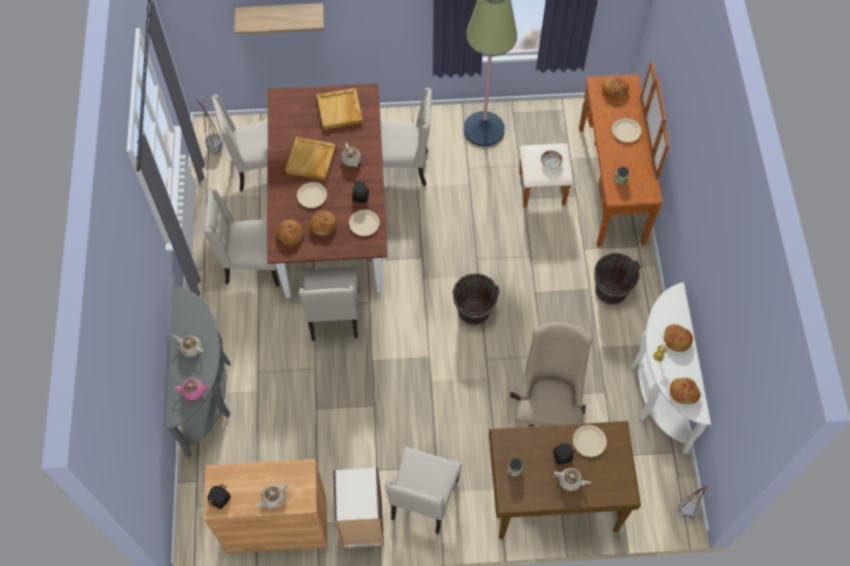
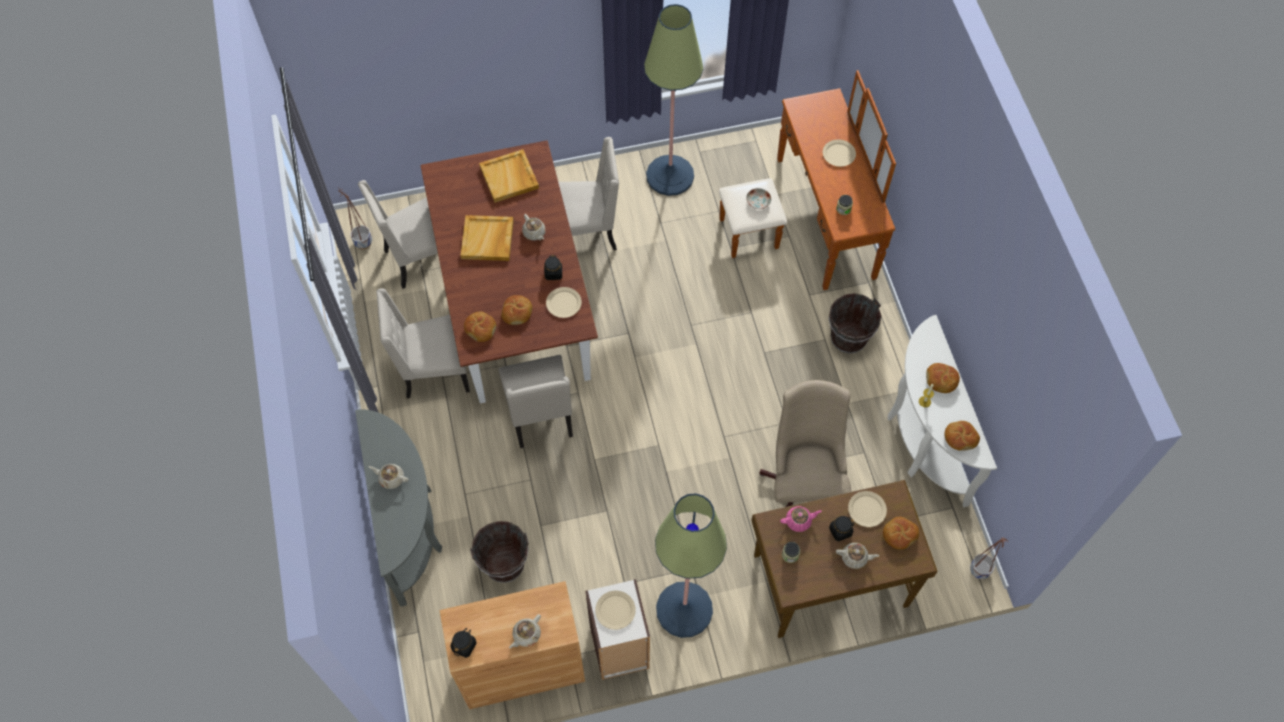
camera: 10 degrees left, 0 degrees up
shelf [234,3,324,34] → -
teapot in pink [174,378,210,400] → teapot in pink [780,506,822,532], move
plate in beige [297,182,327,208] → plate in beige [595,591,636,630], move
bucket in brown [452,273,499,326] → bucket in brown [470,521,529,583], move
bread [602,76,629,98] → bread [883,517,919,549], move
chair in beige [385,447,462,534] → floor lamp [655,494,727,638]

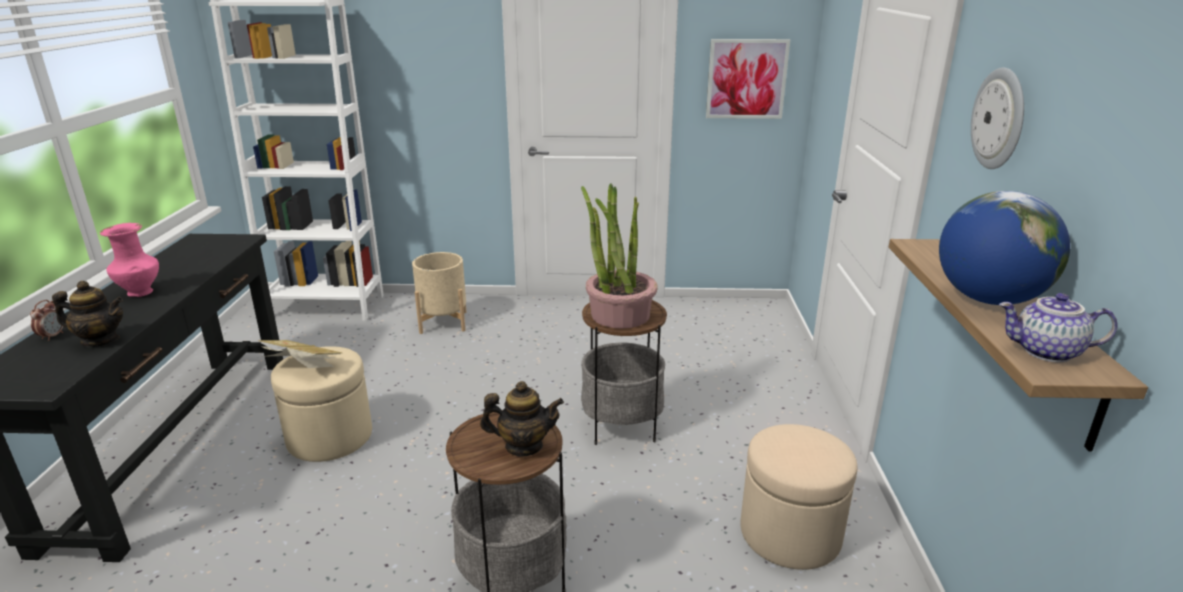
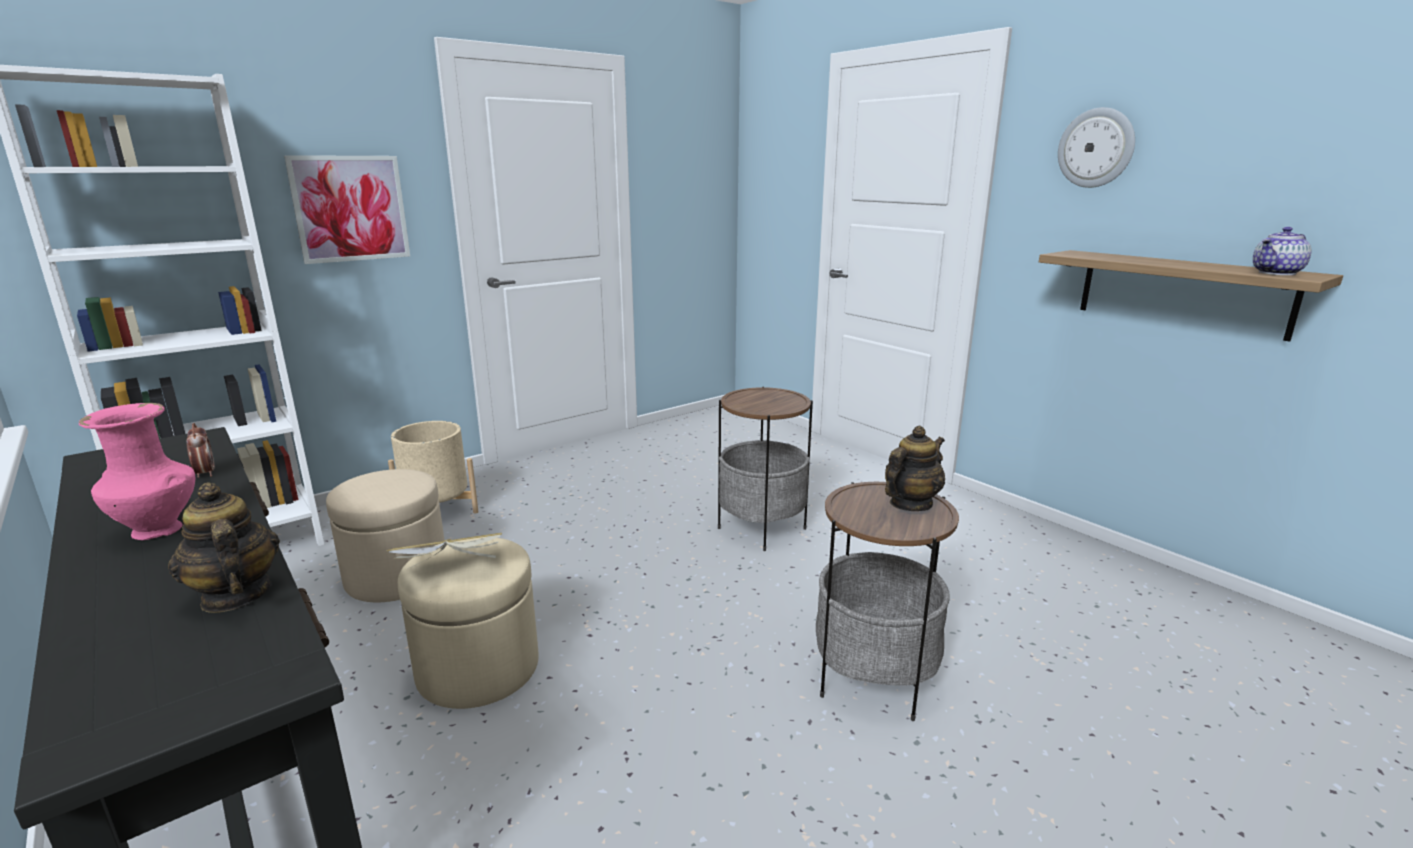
camera: 40 degrees left, 5 degrees down
potted plant [581,184,658,329] → -
globe [939,191,1070,305] → -
alarm clock [30,300,63,341] → alarm clock [186,423,215,478], move
picture [706,39,790,119] → picture [284,155,410,264], move
ottoman in beige [740,424,857,570] → ottoman in beige [326,469,444,602], move
teapot [52,281,123,347] → teapot [168,482,280,613], 90 degrees counterclockwise

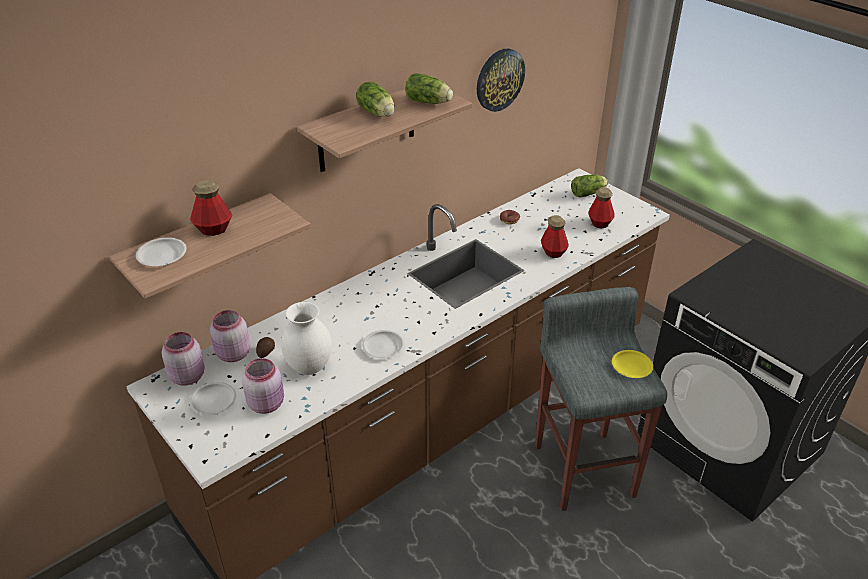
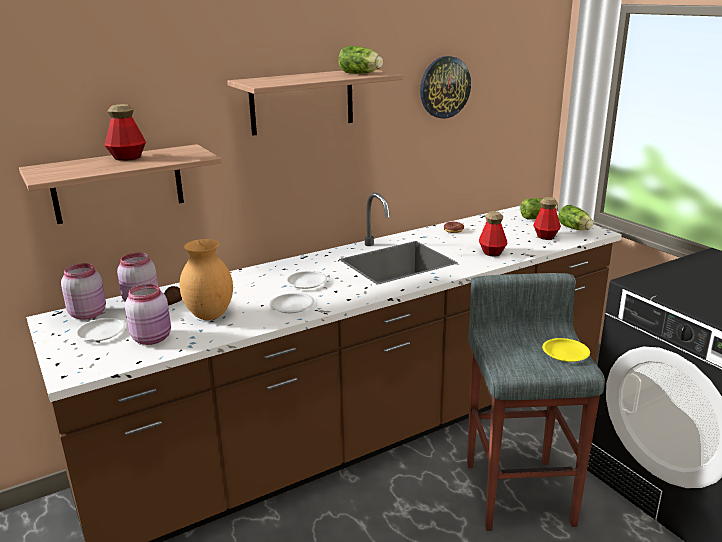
camera: 10 degrees right, 15 degrees down
plate in white [136,238,187,266] → plate in white [286,271,327,289], move
lettuce [356,81,395,117] → lettuce [558,205,593,230], move
vase in white [281,302,332,375] → vase in brown [179,239,233,320]

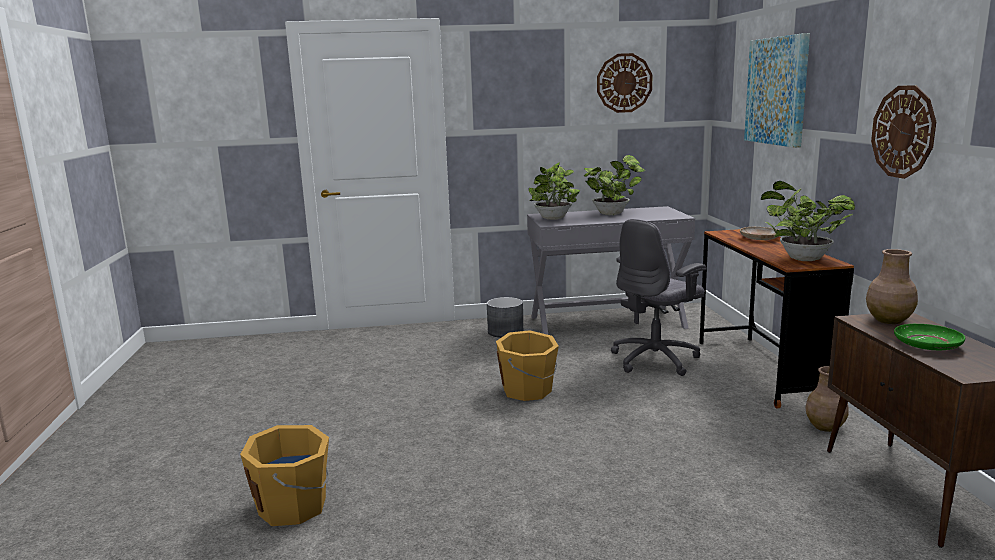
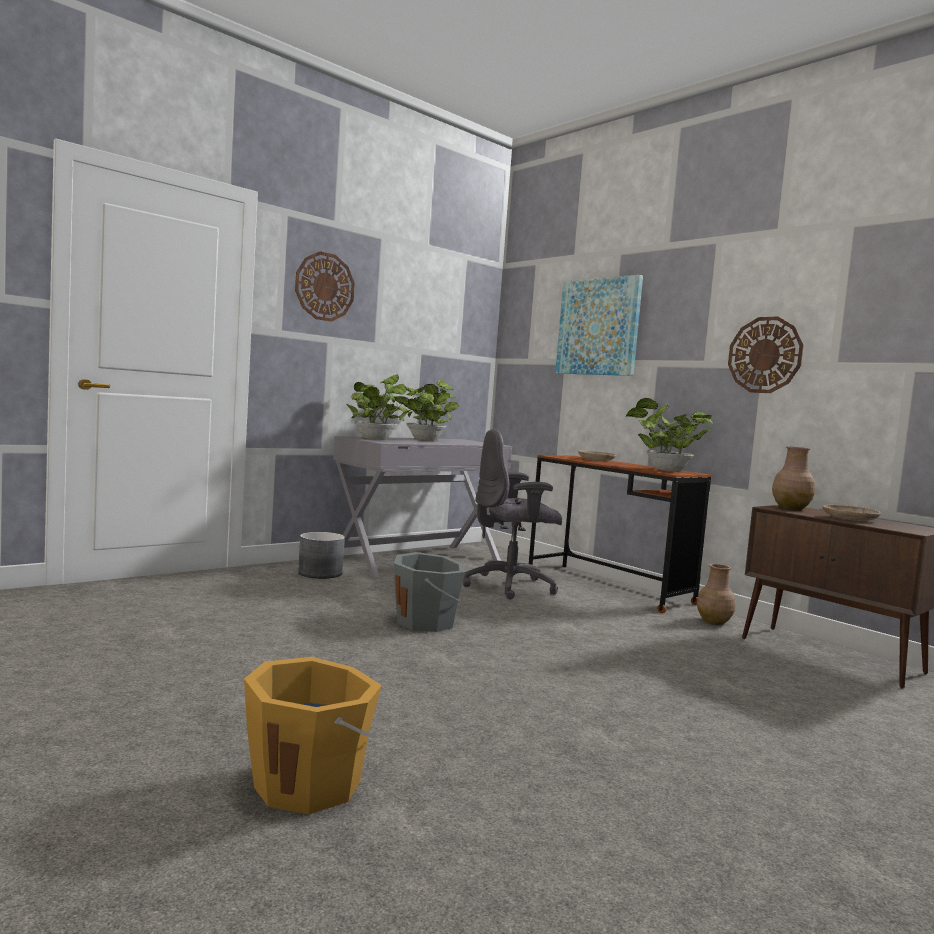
camera: 35 degrees left, 10 degrees down
wall clock [597,53,653,113] → wall clock [295,251,355,322], move
bucket in orange [496,330,559,401] → bucket in grey [394,552,466,632]
plate in green [894,324,965,350] → plate in beige [823,505,881,521]
office chair in grey [611,219,706,376] → office chair in grey [463,429,562,599], 60 degrees clockwise

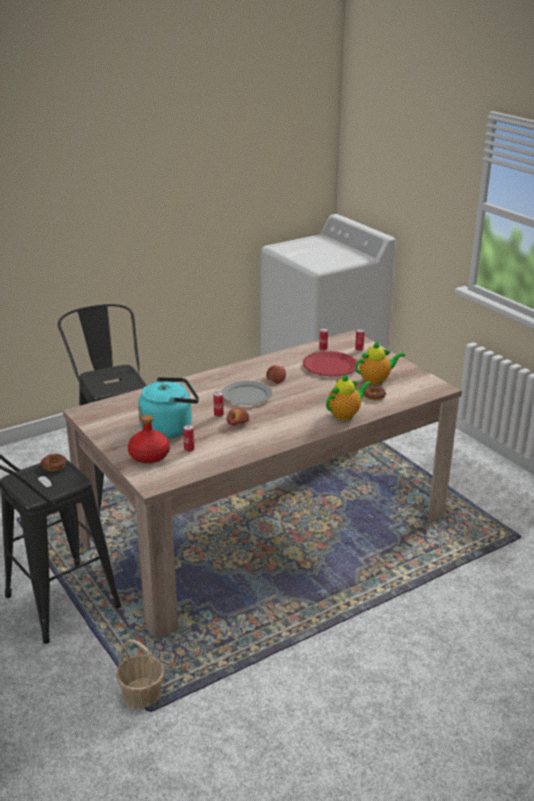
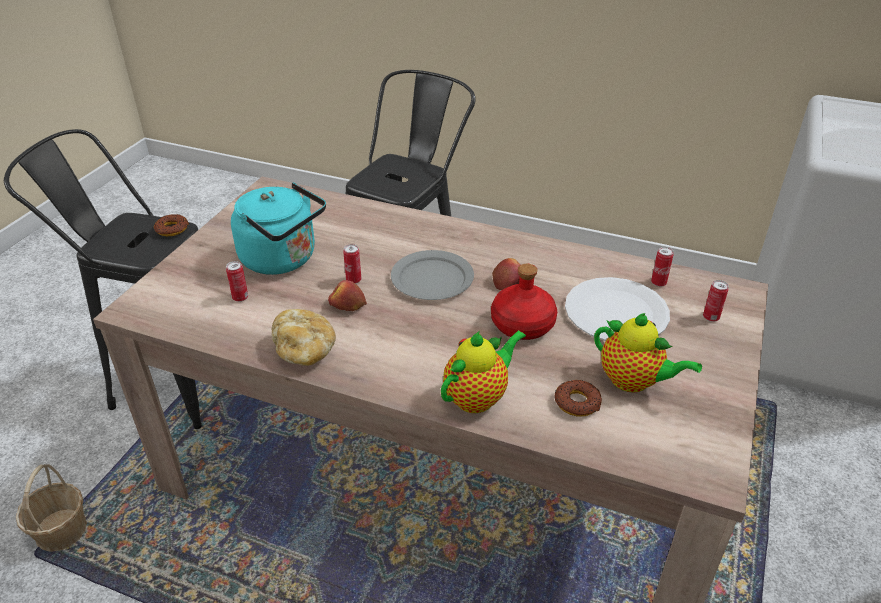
camera: 55 degrees right, 10 degrees up
- → bread [272,309,336,366]
bottle in red [128,415,170,463] → bottle in red [491,264,557,340], move
plate in red [303,351,357,376] → plate in white [565,277,670,341]
teapot [326,373,372,420] → teapot [441,330,526,413], 60 degrees counterclockwise

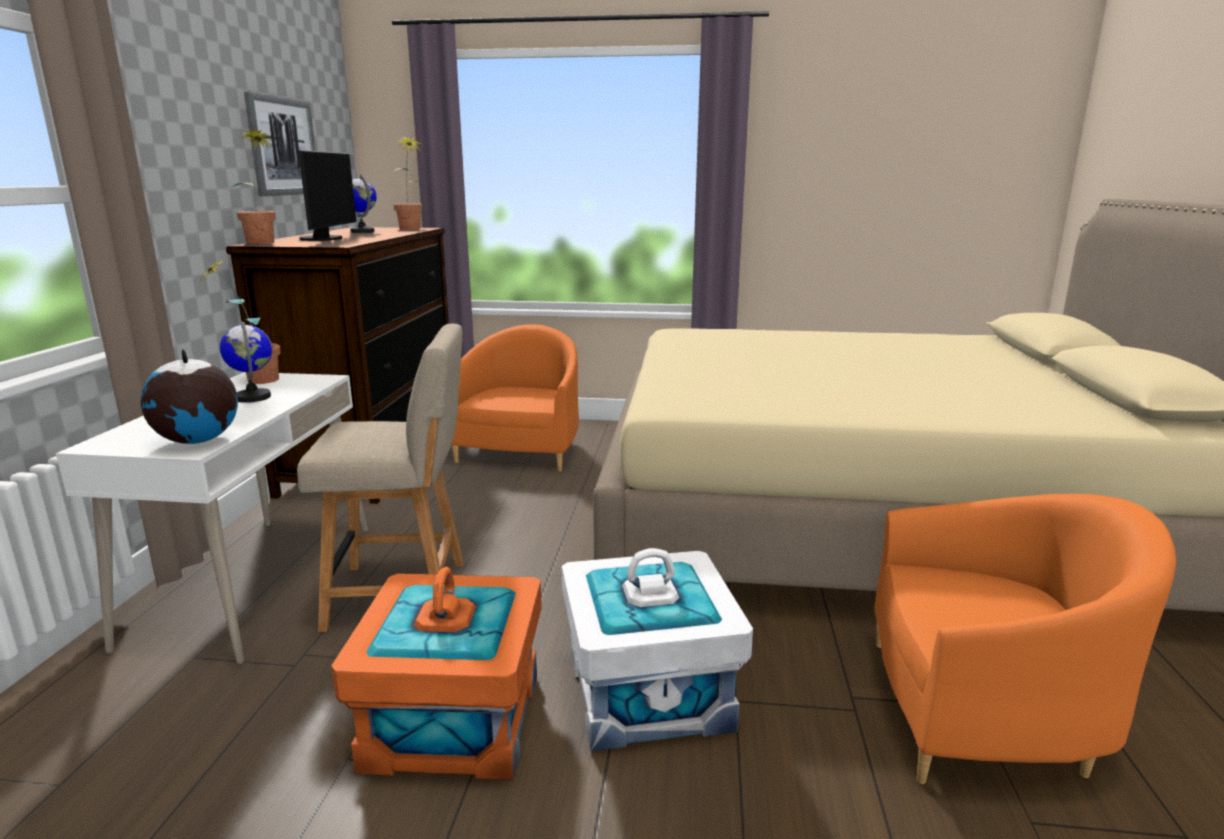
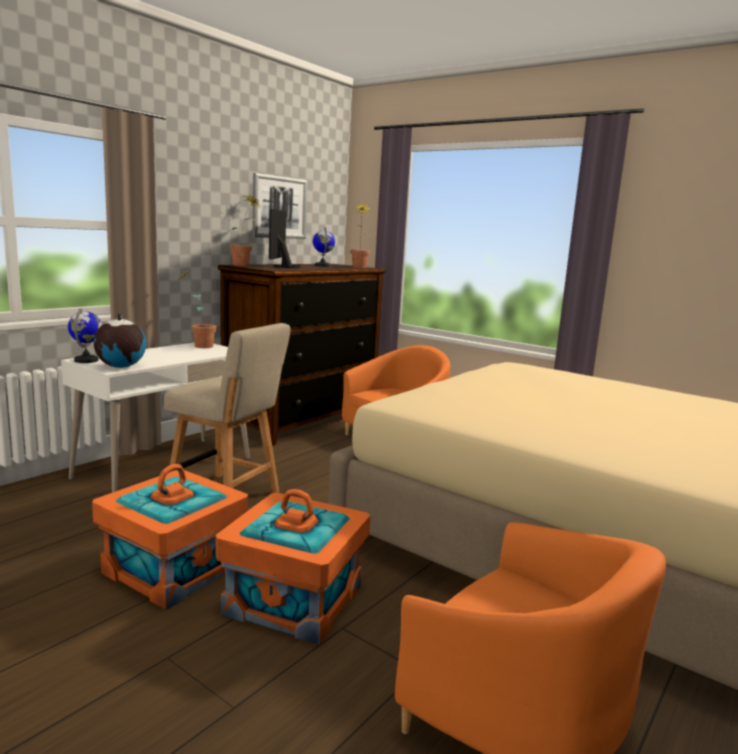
camera: 30 degrees right, 5 degrees down
globe [220,321,272,403] → globe [68,308,102,363], move
storage box in white [562,548,753,751] → storage box in orange [216,489,370,645]
monitor [298,150,356,241] → monitor [269,209,300,268], 150 degrees clockwise

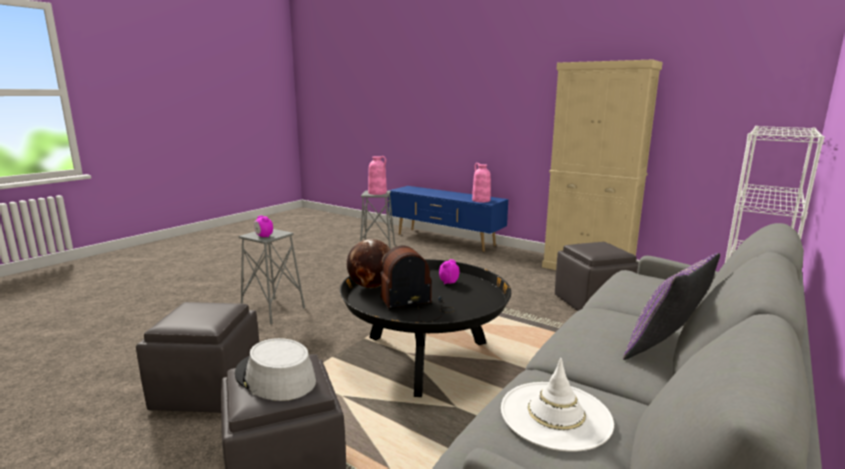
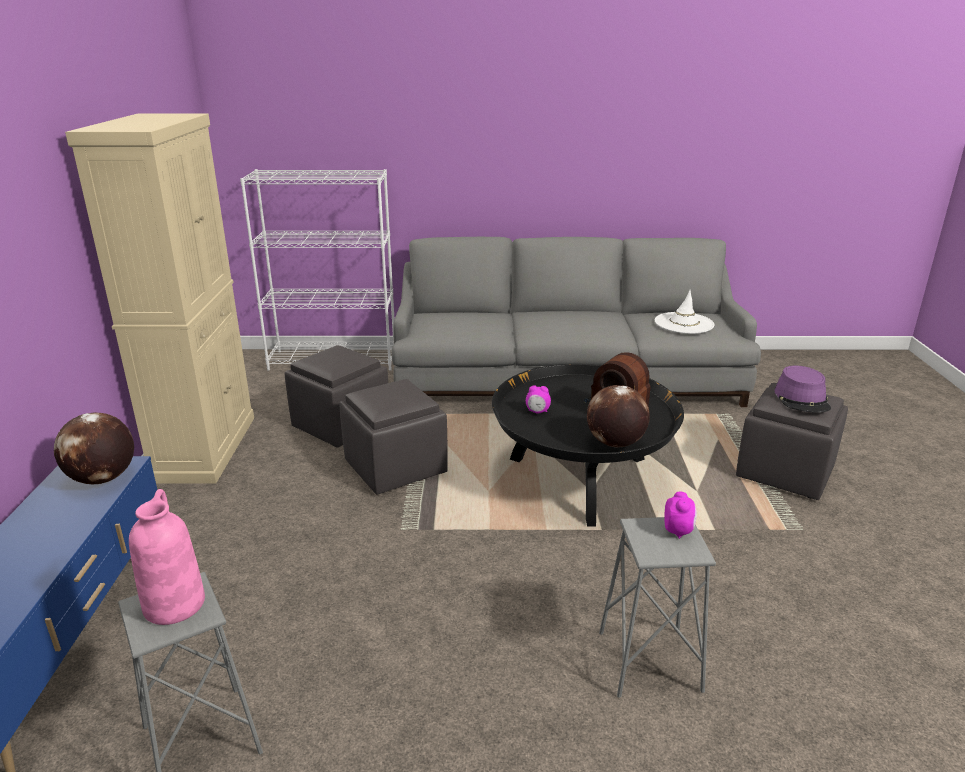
camera: 125 degrees left, 10 degrees up
pillow in purple [623,253,720,360] → -
ottoman in grey [136,302,259,413] → ottoman in grey [340,379,448,494], move
vase in pink [472,163,491,202] → globe [54,412,134,485]
hat in grey [235,338,316,401] → hat in purple [775,366,831,413]

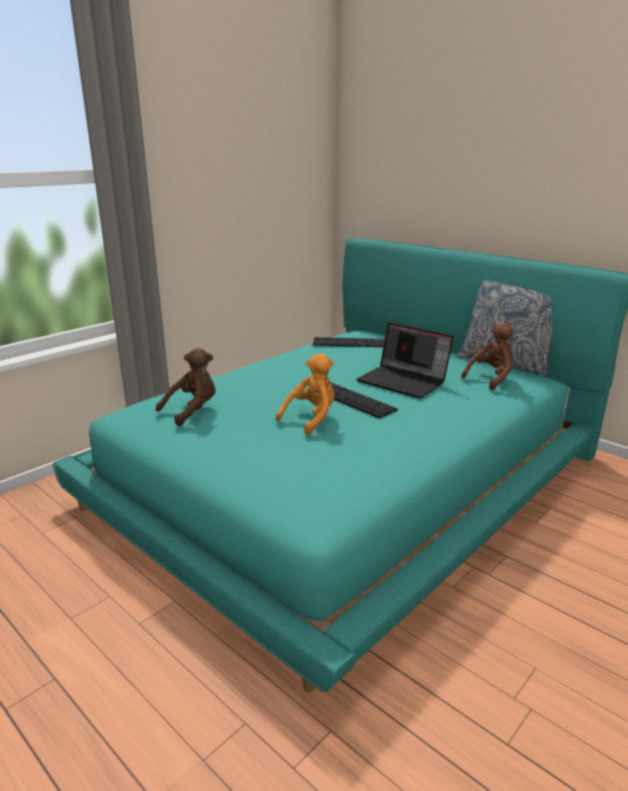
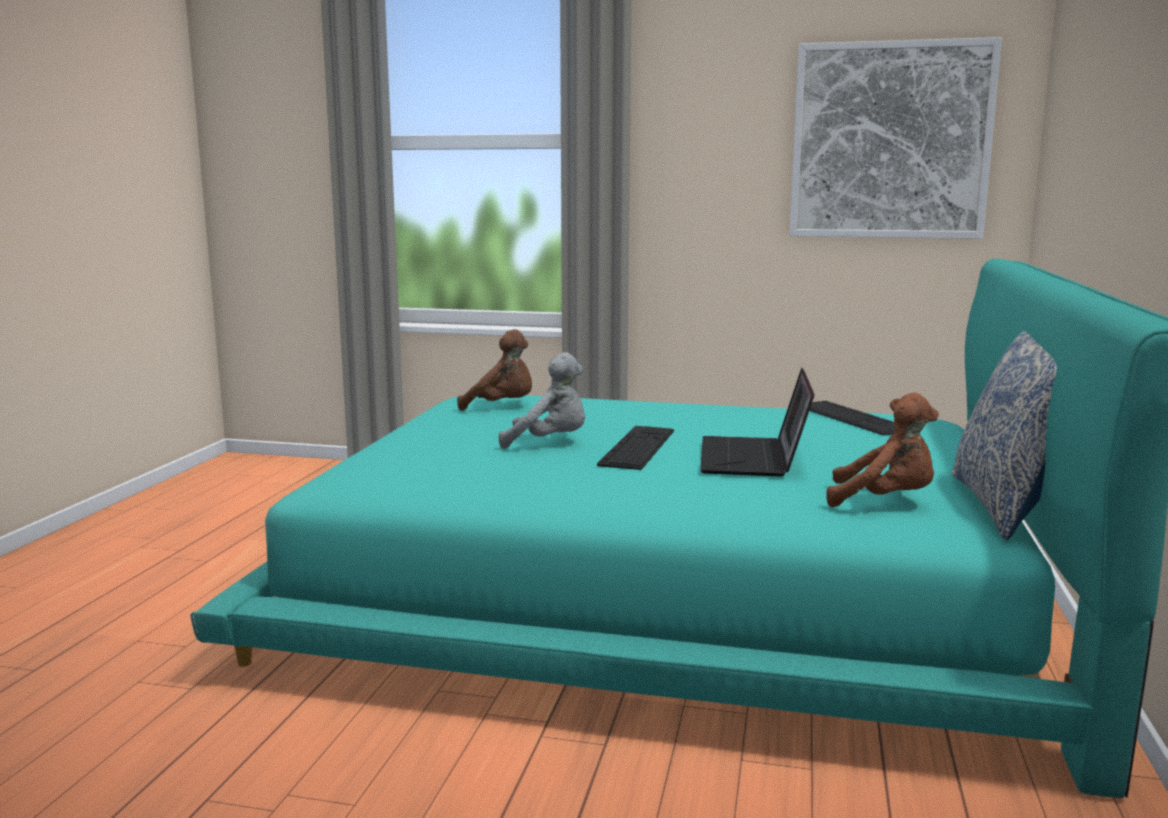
camera: 60 degrees right, 10 degrees down
- → picture [789,37,1002,239]
plush toy in orange [276,353,335,435] → plush toy in grey [499,352,585,449]

